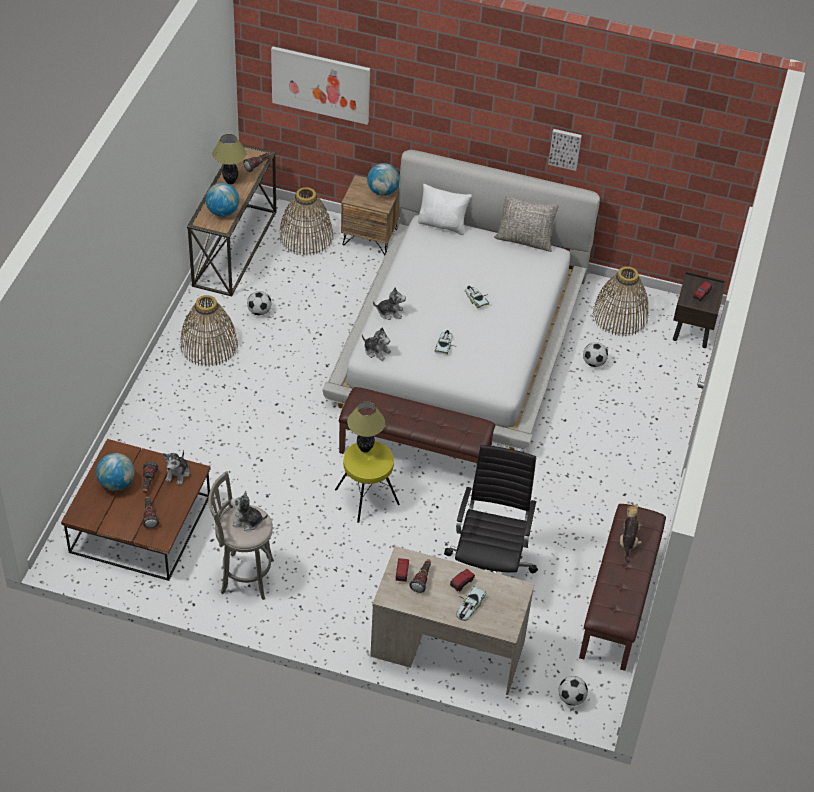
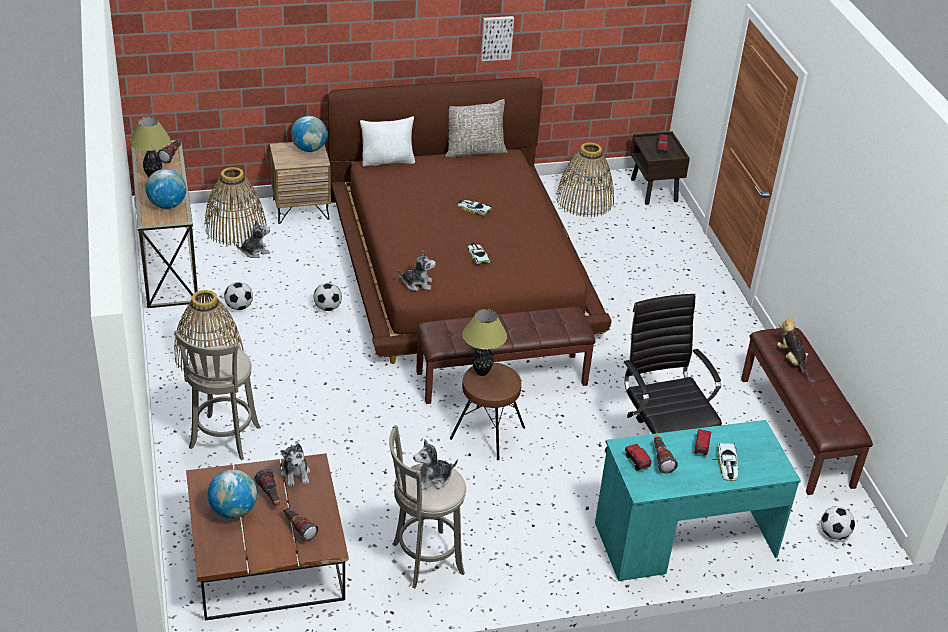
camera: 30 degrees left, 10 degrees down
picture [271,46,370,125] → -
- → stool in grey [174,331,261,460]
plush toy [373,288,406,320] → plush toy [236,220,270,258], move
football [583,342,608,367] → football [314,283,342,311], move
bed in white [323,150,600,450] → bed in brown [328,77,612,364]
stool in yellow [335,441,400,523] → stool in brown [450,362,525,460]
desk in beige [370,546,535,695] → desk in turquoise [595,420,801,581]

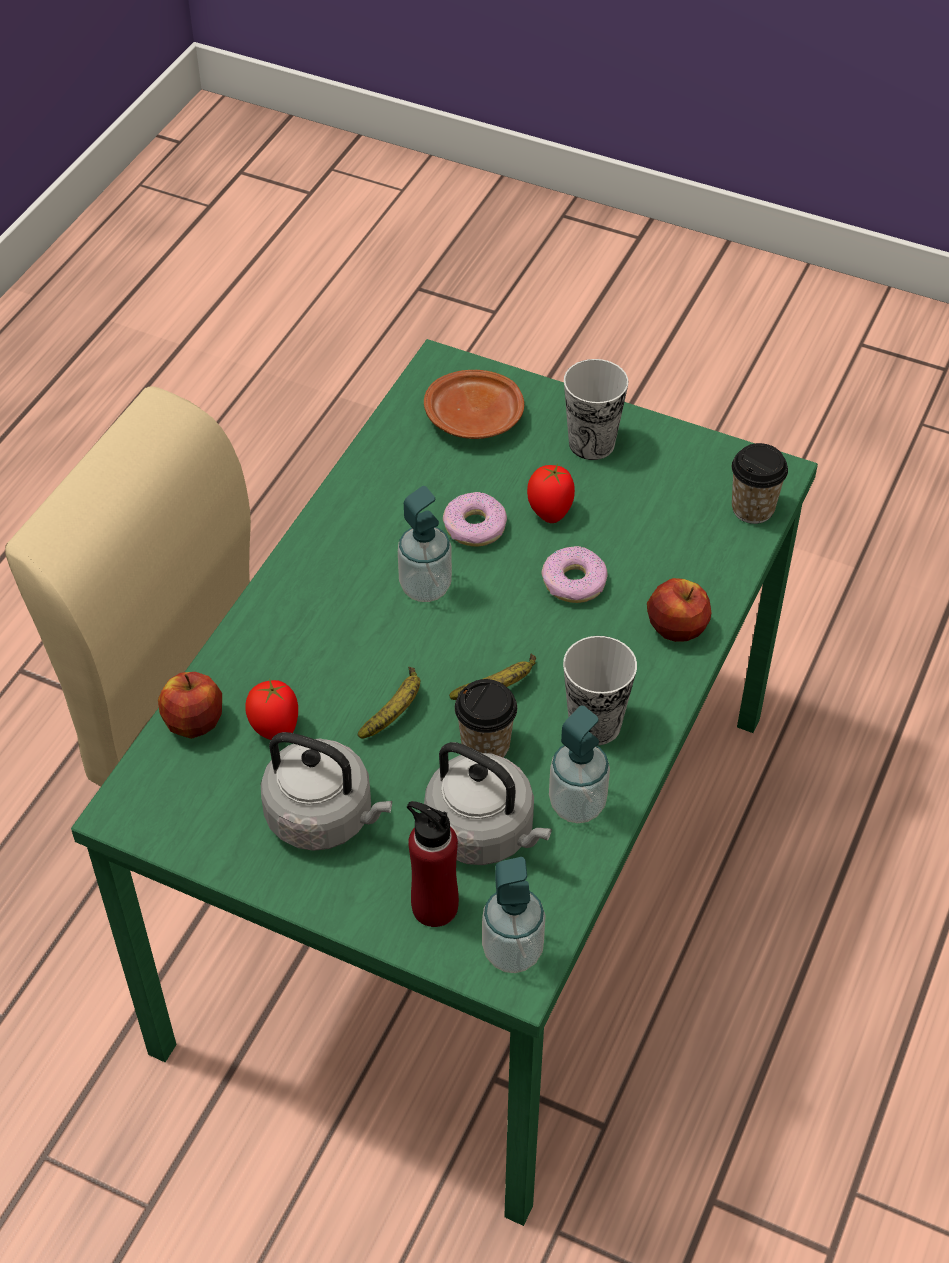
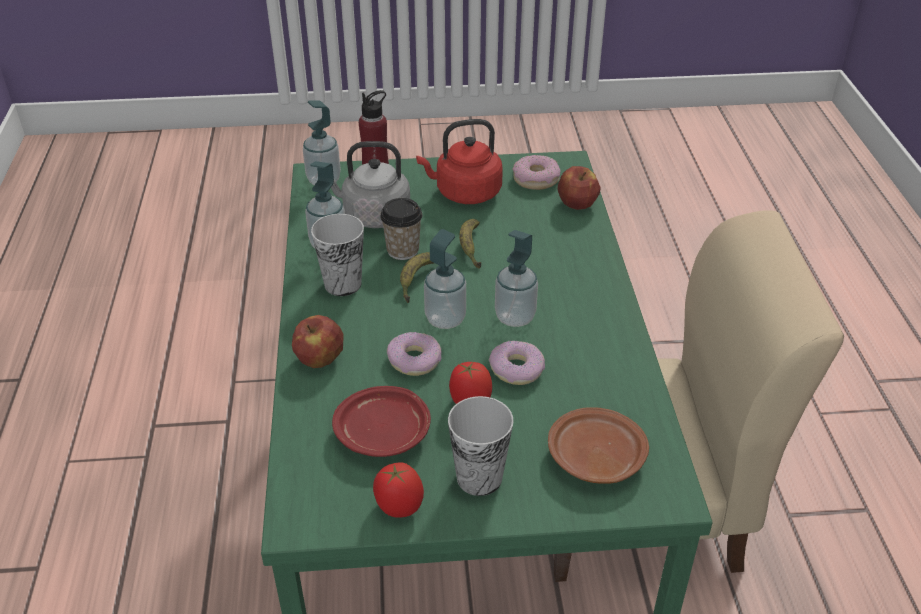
camera: 150 degrees right, 10 degrees down
cup [732,443,788,524] → -
- → plate in red [332,386,431,457]
- → soap dispenser [424,229,466,329]
- → donut [512,155,560,190]
tomato [245,678,298,740] → tomato [373,462,424,518], move
kettle in grey [261,732,392,851] → kettle in red [416,119,503,204]

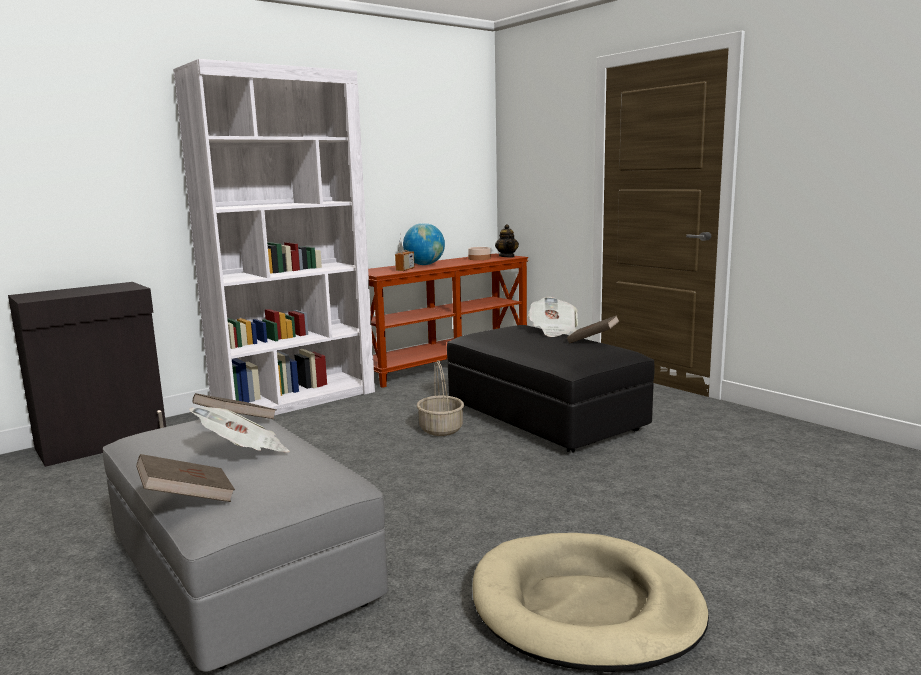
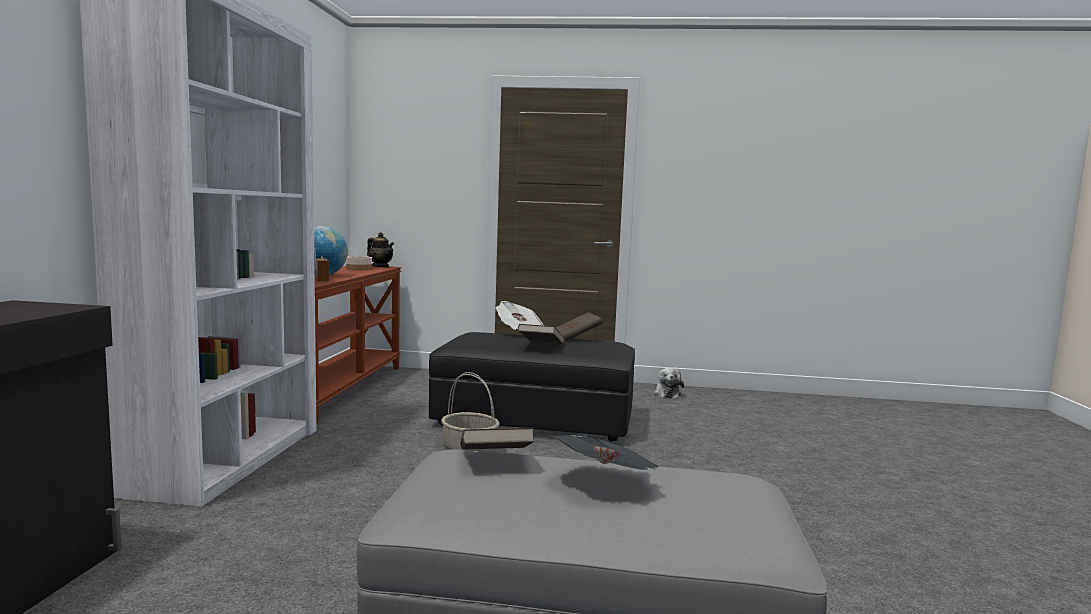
camera: 45 degrees left, 5 degrees down
dog bed in beige [472,533,709,672] → -
- → plush toy [653,367,684,399]
book in brown [136,454,235,502] → book in brown [518,324,564,345], move

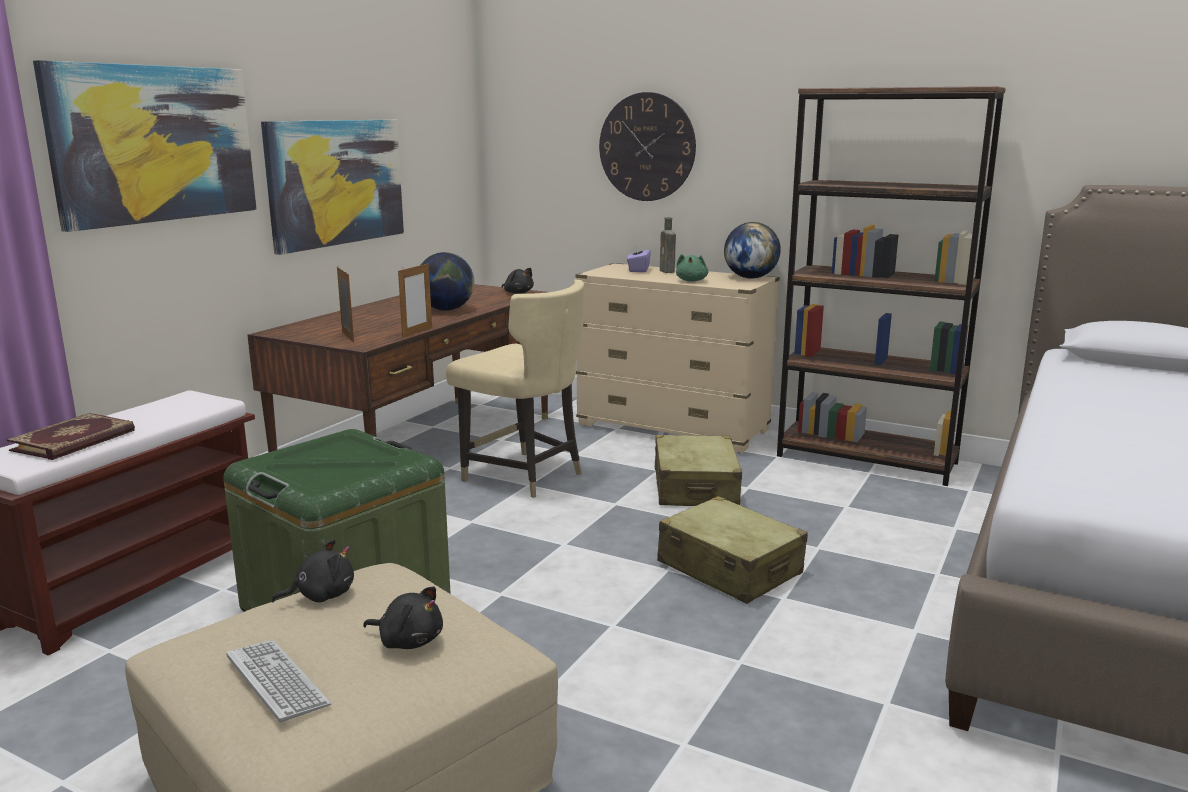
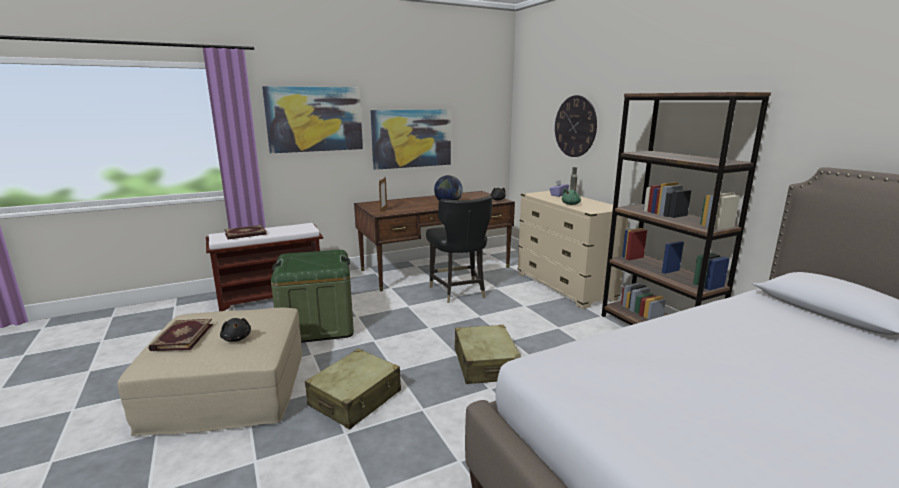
camera: 35 degrees right, 0 degrees up
plush toy in black [271,539,354,603] → -
picture frame [398,263,432,338] → -
globe [724,222,781,279] → -
suitcase in beige [655,435,742,506] → suitcase in beige [305,349,401,430], move
keyboard [226,640,332,722] → book [149,319,213,351]
chair in beige [446,280,584,498] → chair in black [426,196,492,303]

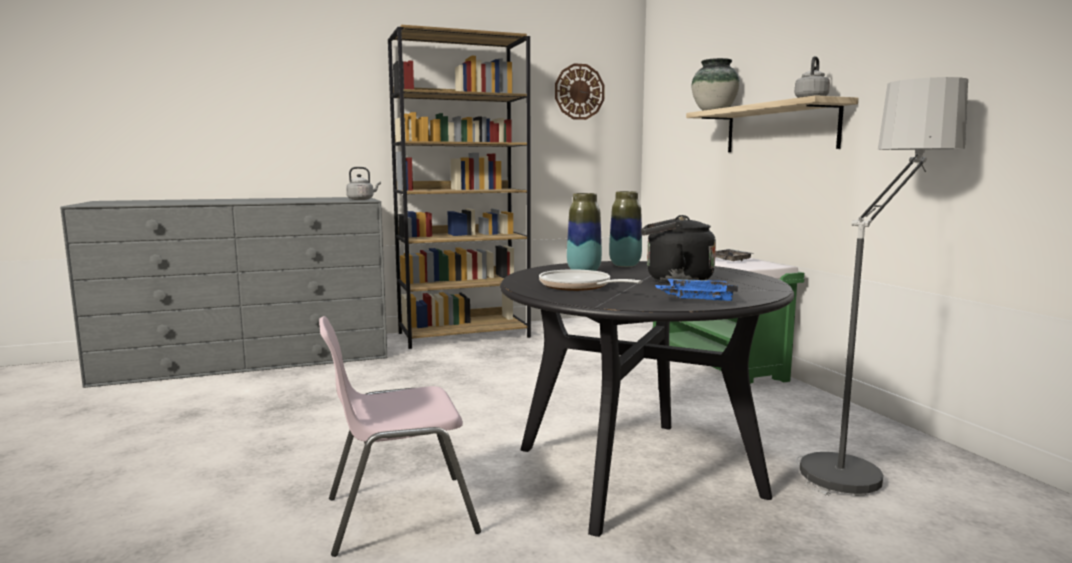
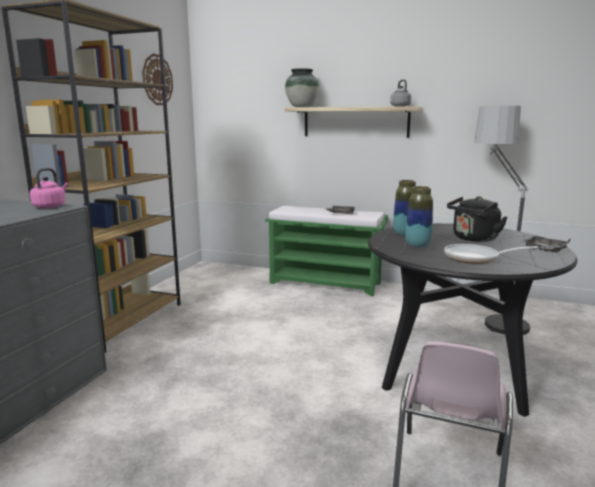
camera: 50 degrees left, 5 degrees up
kettle in grey [346,167,381,200] → kettle in pink [30,168,68,208]
tray in blue [655,279,738,301] → tray in grey [523,236,570,253]

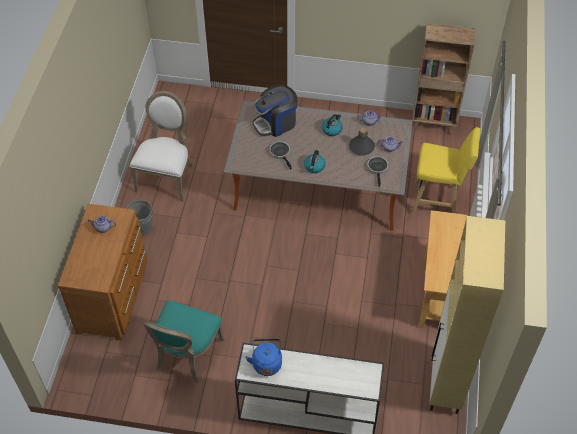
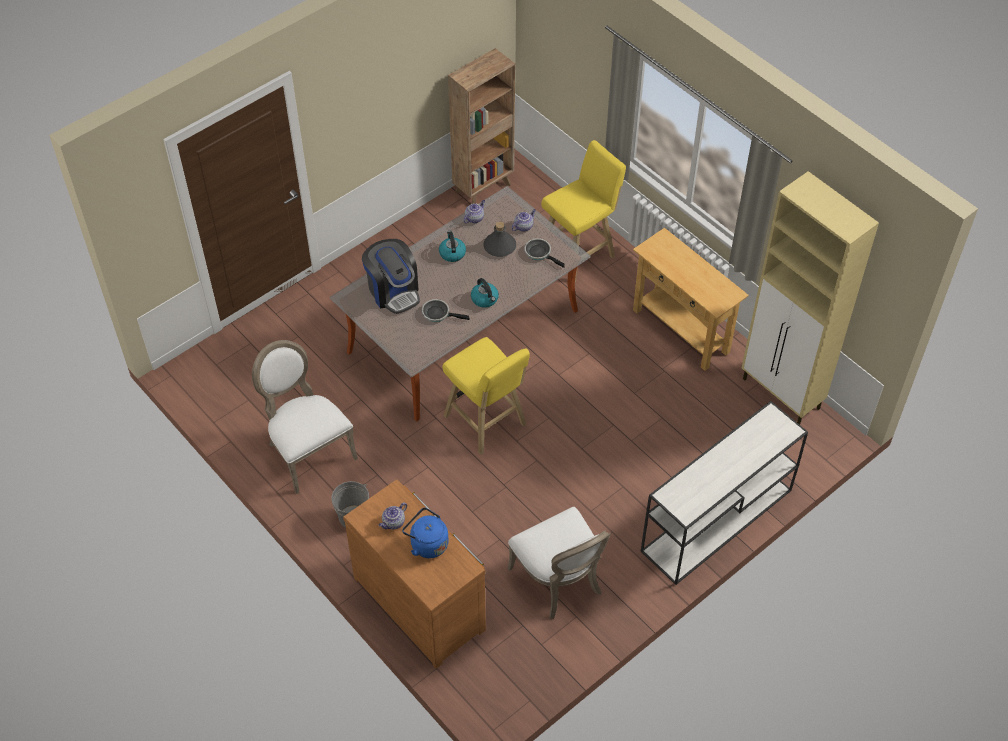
camera: 50 degrees left, 0 degrees up
- → stool in yellow [443,337,530,455]
kettle in blue [245,339,282,376] → kettle in blue [402,507,449,558], move
chair in turquoise [143,300,224,383] → chair in white [508,507,611,619]
coffee machine [252,84,298,137] → coffee machine [362,239,420,314], 45 degrees counterclockwise

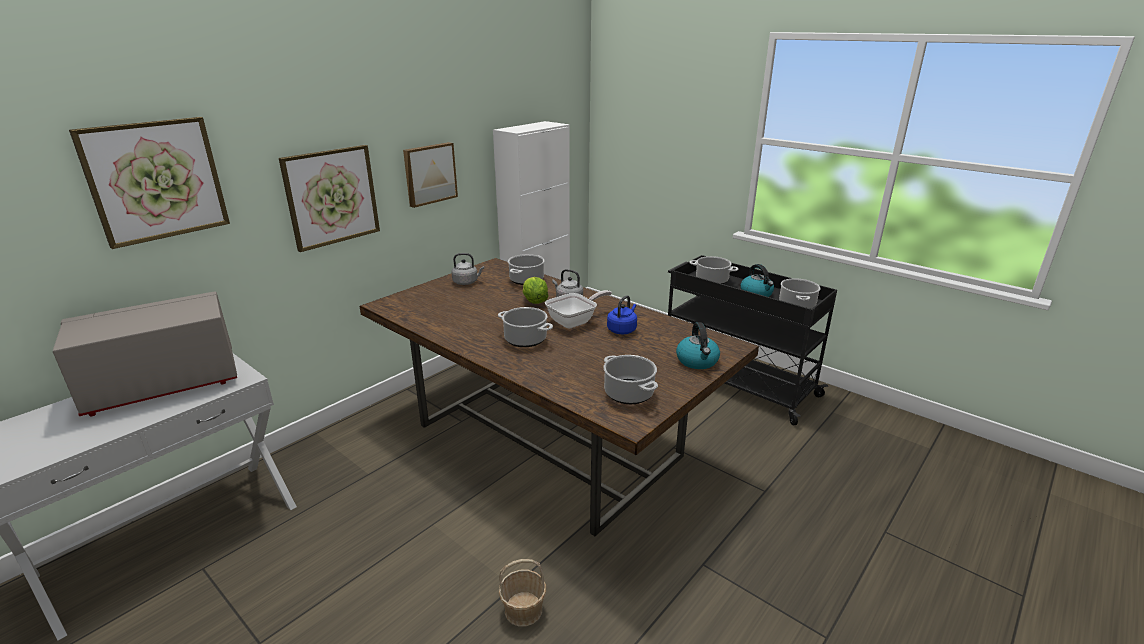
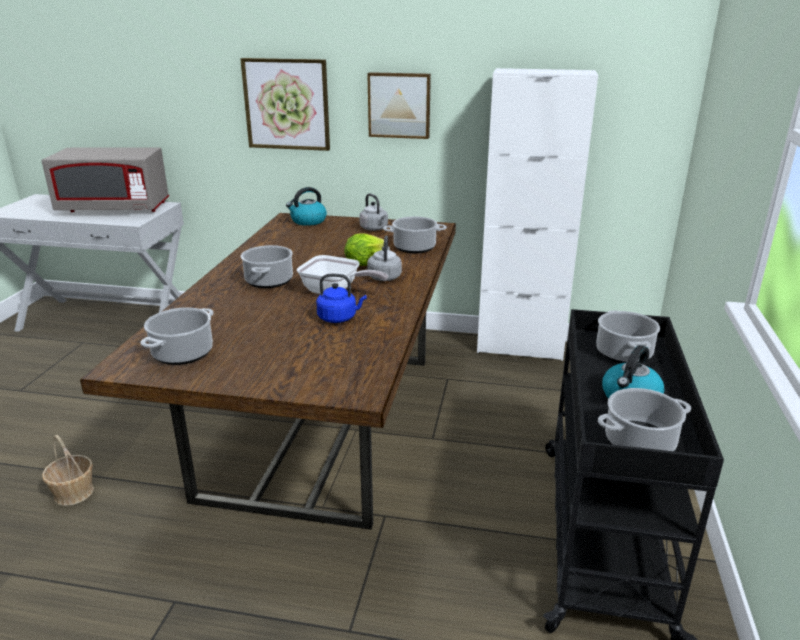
camera: 60 degrees right, 0 degrees up
picture [69,117,230,249] → -
kettle [676,322,720,369] → kettle [286,187,327,226], move
microwave in grey [53,291,237,417] → microwave in grey [41,147,169,212], 150 degrees clockwise

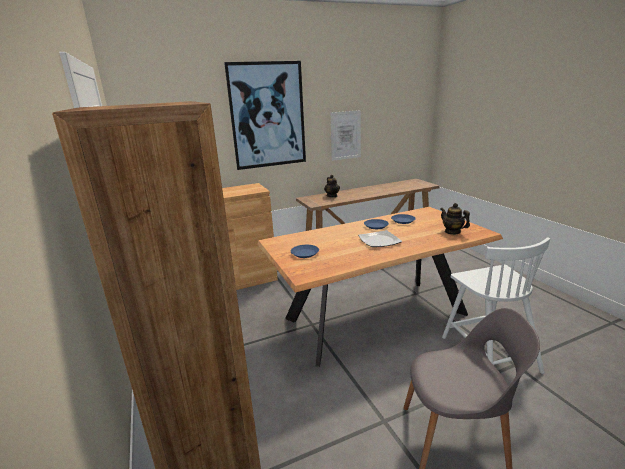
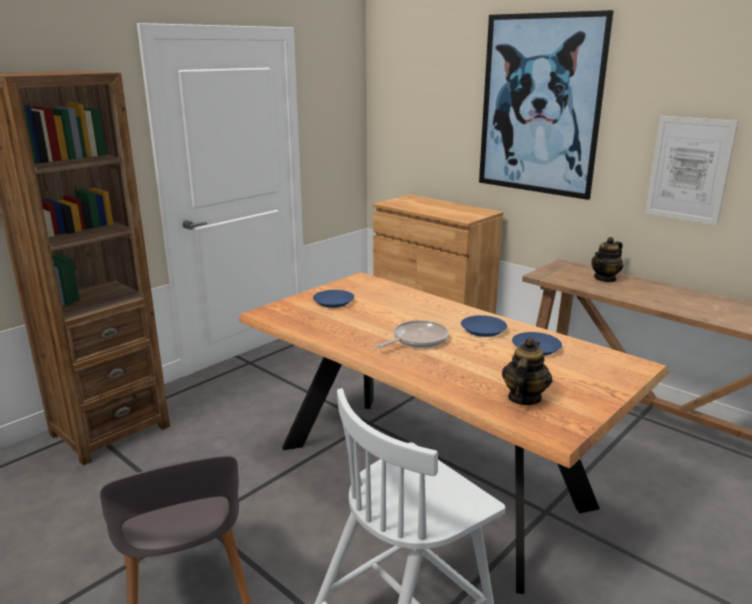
camera: 65 degrees right, 0 degrees up
plate [358,230,402,247] → frying pan [376,320,449,348]

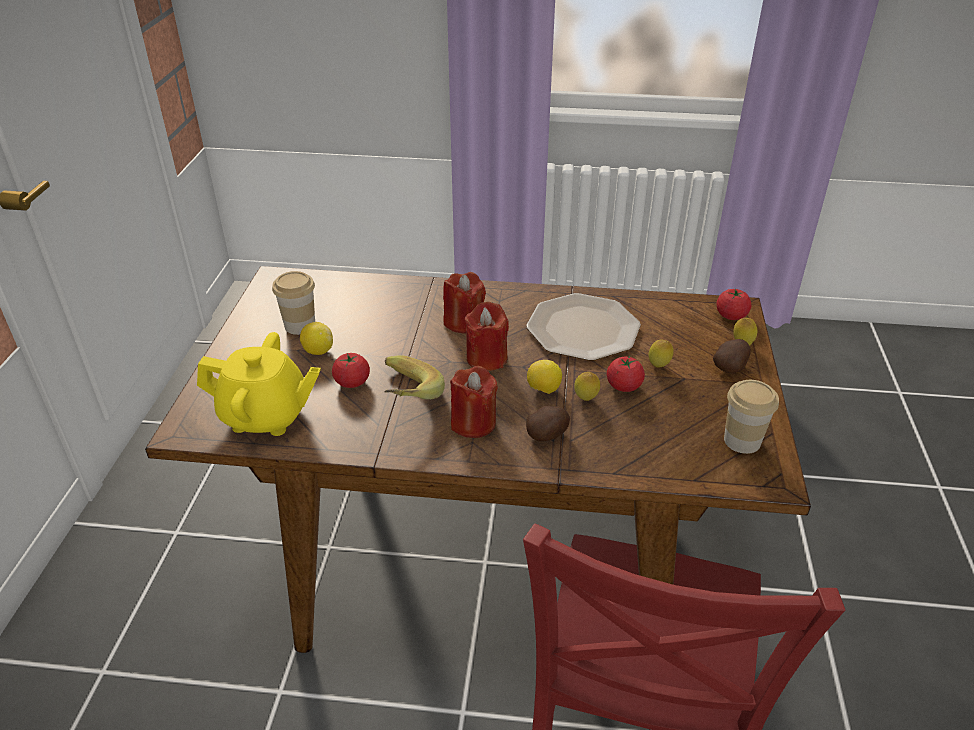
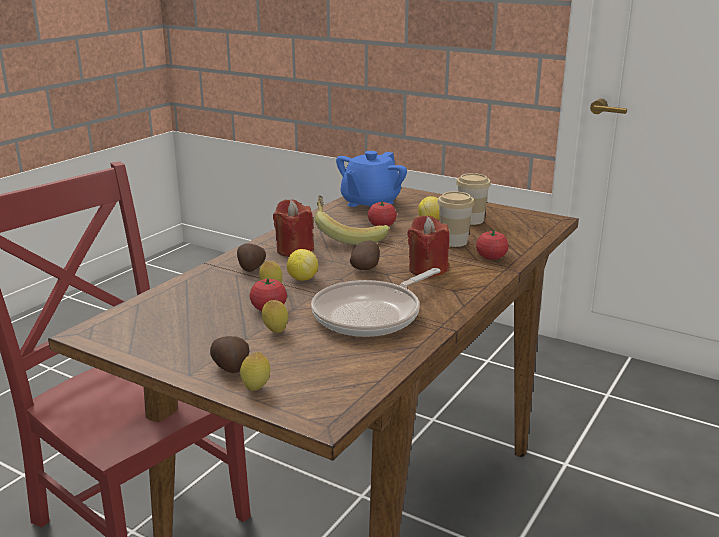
camera: 115 degrees right, 15 degrees down
tomato [716,289,751,320] → tomato [476,230,509,260], move
cup [724,380,779,454] → cup [437,191,474,247], move
candle in red [465,302,509,371] → potato [350,240,380,270]
plate [526,293,641,361] → frying pan [311,268,441,337]
teapot in yellow [197,332,321,436] → teapot in blue [336,151,407,207]

